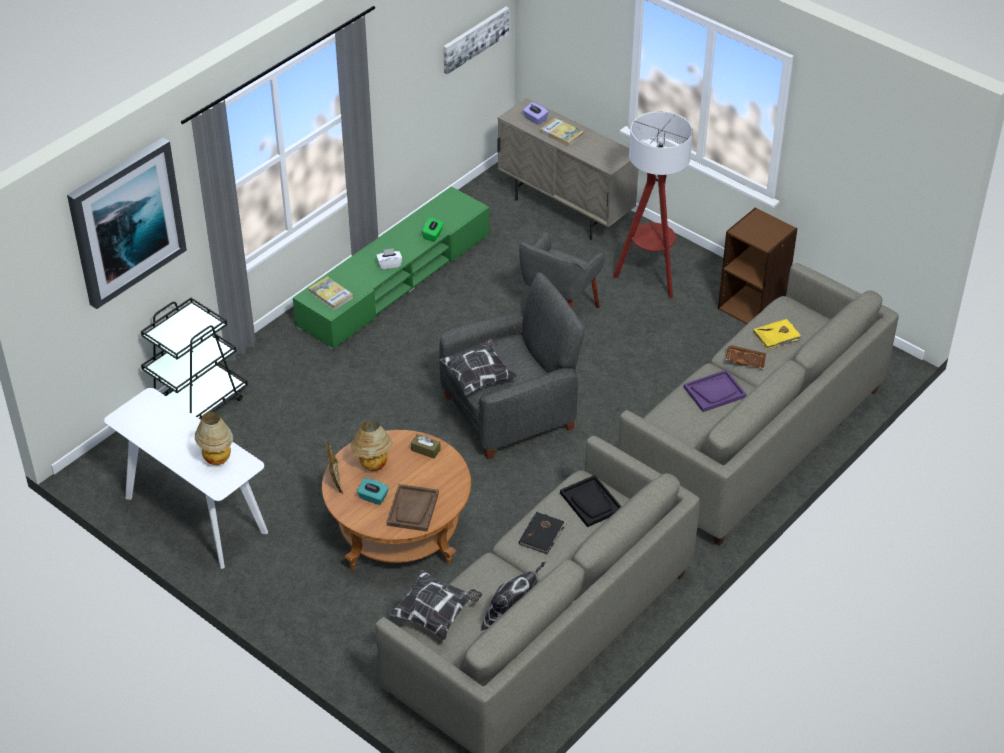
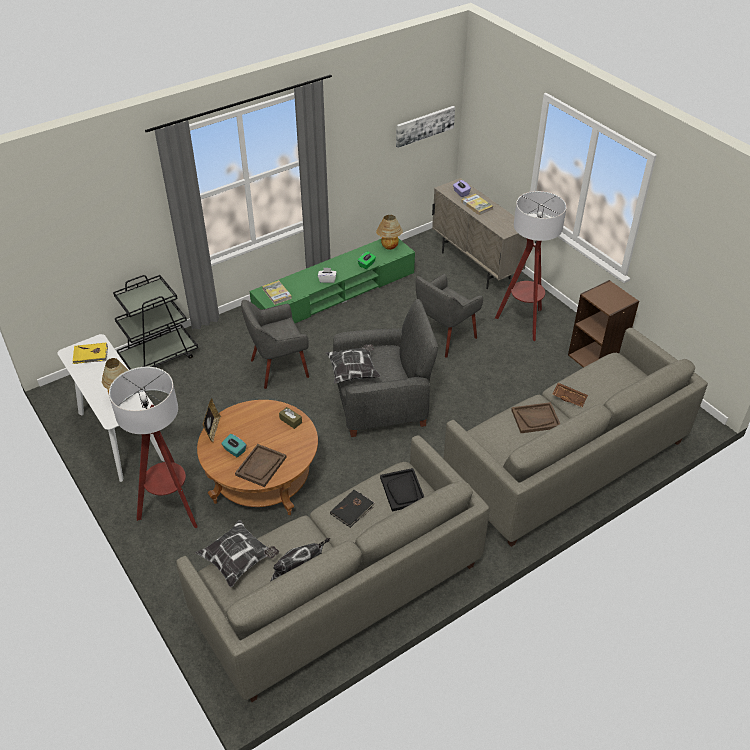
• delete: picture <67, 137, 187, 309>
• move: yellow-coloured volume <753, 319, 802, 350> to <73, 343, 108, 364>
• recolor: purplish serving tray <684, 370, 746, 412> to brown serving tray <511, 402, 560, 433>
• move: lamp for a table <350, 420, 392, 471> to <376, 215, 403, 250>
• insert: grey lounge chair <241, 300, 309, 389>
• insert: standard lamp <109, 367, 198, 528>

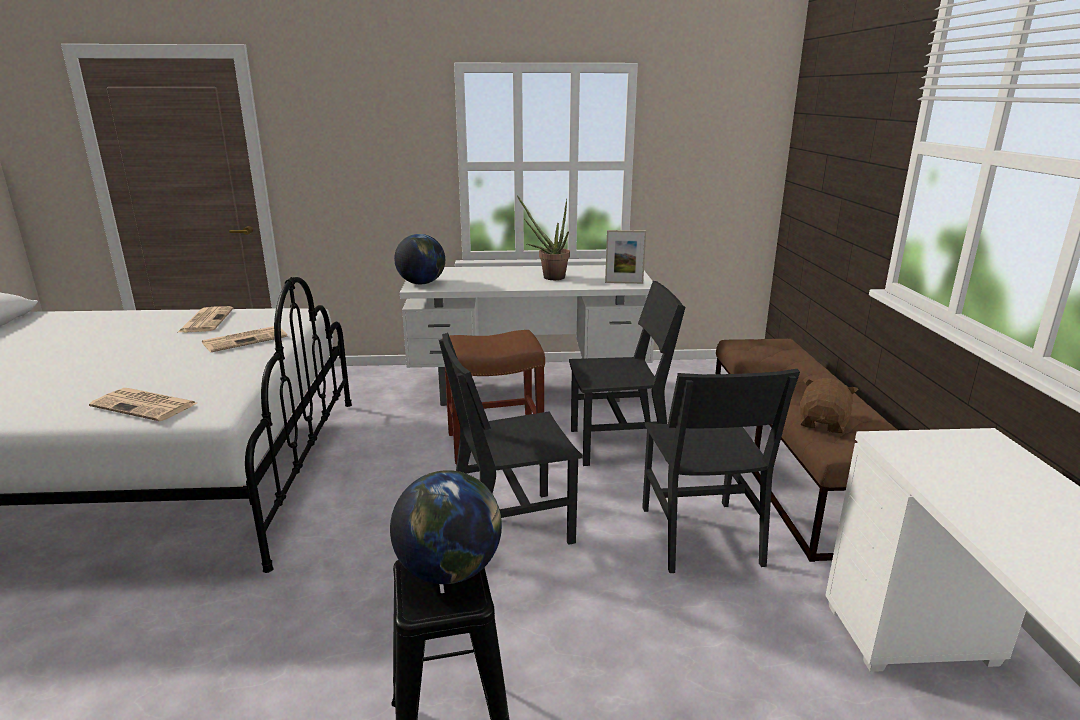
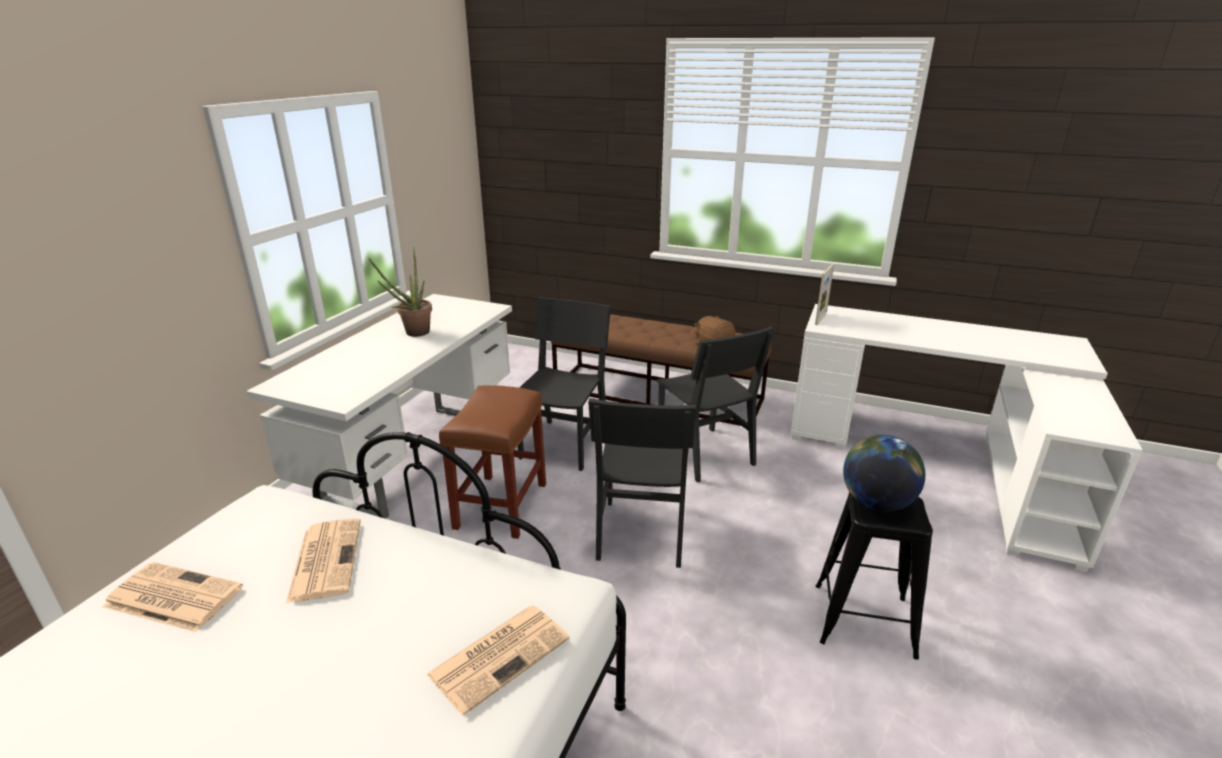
• move: photo frame <605, 230, 646, 284> to <815, 264, 834, 325>
• delete: globe <394, 234, 445, 284>
• rotate: black upright chair <642, 369, 800, 573> = <656, 326, 774, 483> 45 degrees clockwise

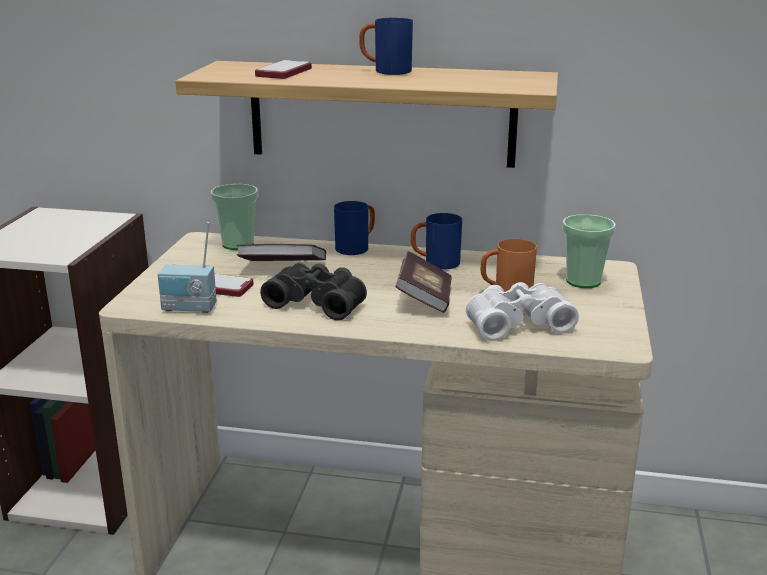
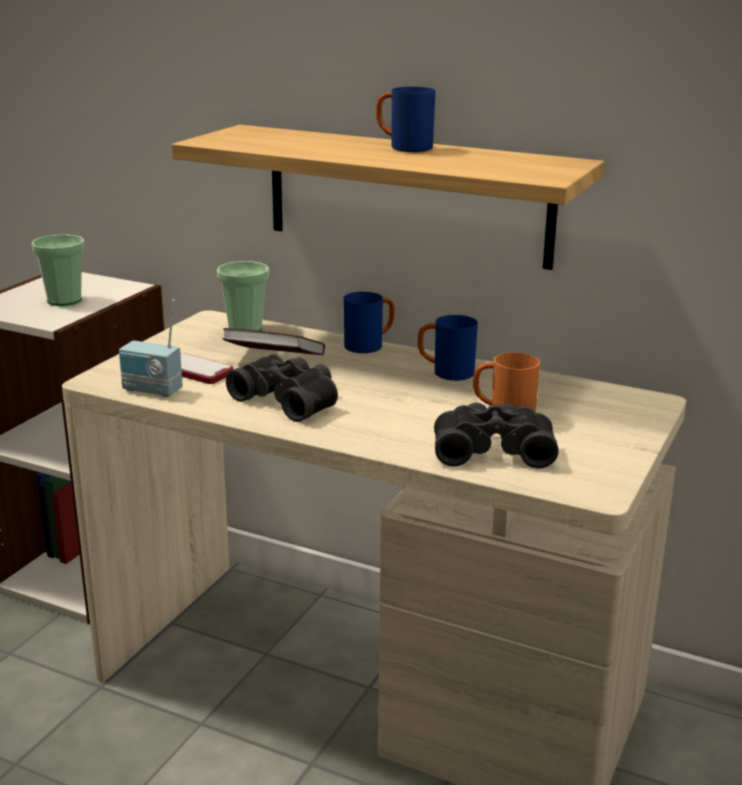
• delete: handset <255, 60, 312, 79>
• move: small cup <562, 214, 616, 288> to <32, 234, 84, 306>
• delete: volume <396, 251, 452, 313>
• recolor: white-coloured binoculars <466, 282, 579, 341> to black binoculars <434, 403, 559, 469>

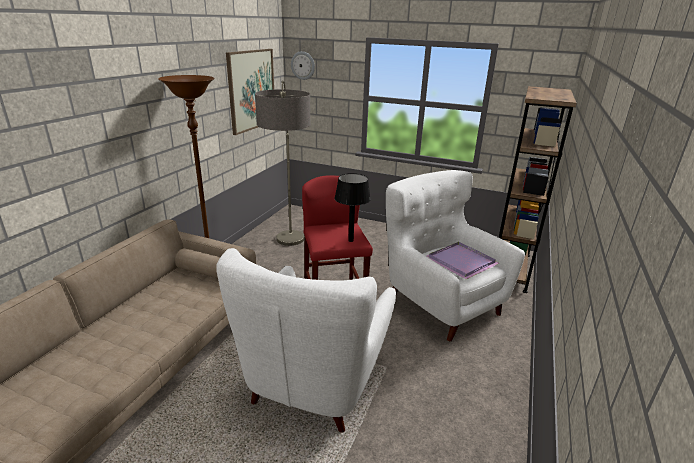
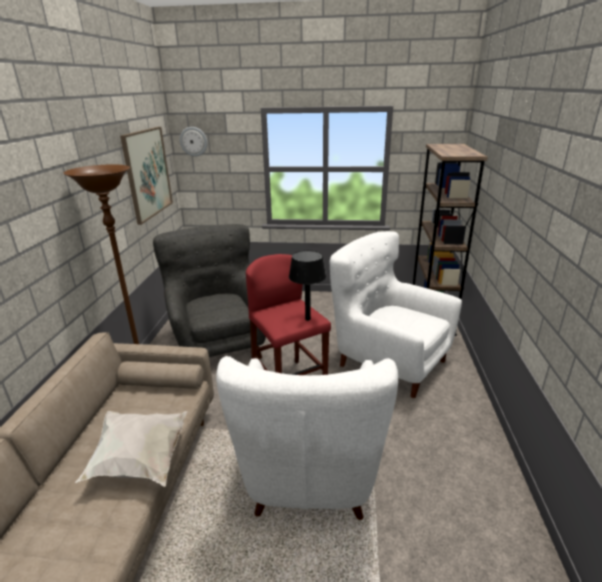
• replace: standard lamp <255, 80, 310, 246> to grey lounge chair <153, 224, 266, 359>
• delete: purplish serving tray <427, 242, 499, 279>
• insert: white-coloured throw pillow <75, 411, 187, 487>

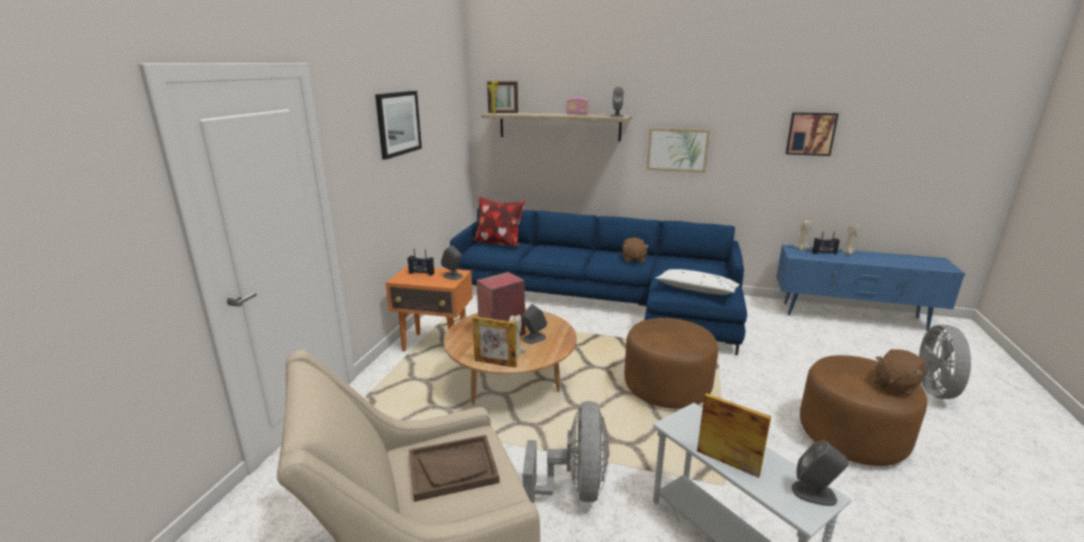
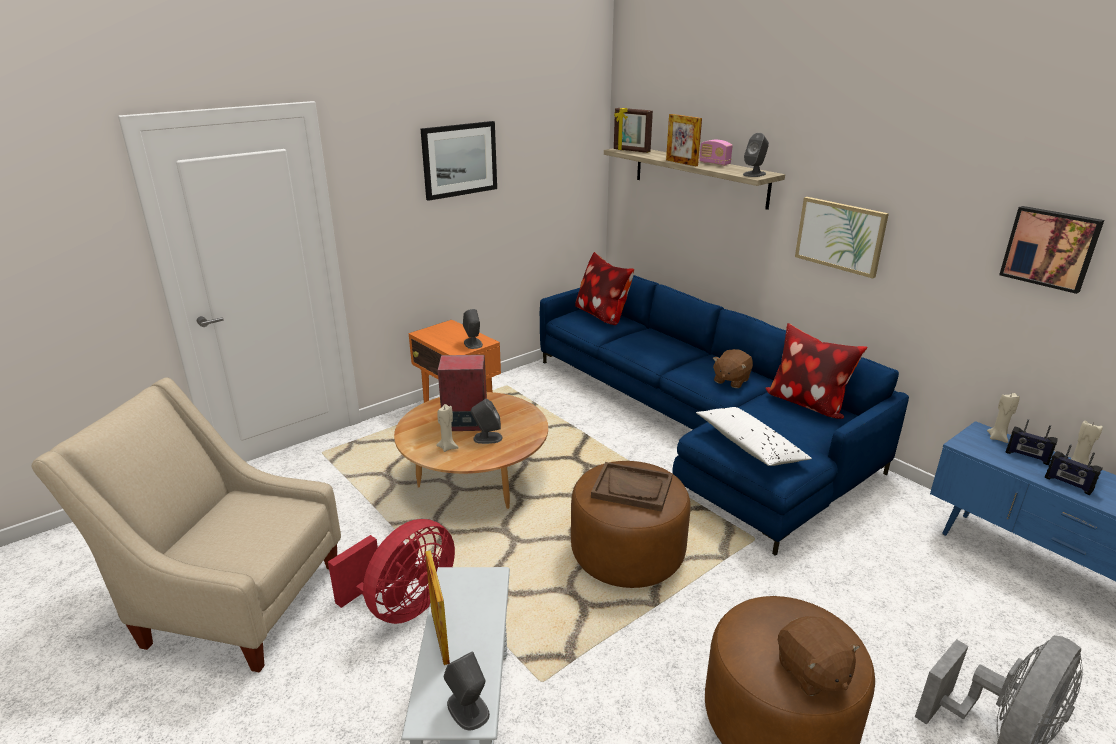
• move: radio receiver <407, 249, 435, 276> to <1045, 444, 1103, 495>
• move: photo frame <472, 316, 517, 368> to <666, 114, 702, 166>
• rotate: brown plush toy <874, 349, 925, 397> = <778, 616, 860, 696> 105 degrees counterclockwise
• recolor: grey cooling fan <523, 401, 609, 504> to red-coloured cooling fan <328, 519, 455, 624>
• move: brown serving tray <409, 435, 500, 502> to <591, 462, 673, 512>
• insert: throw pillow <765, 323, 868, 419>

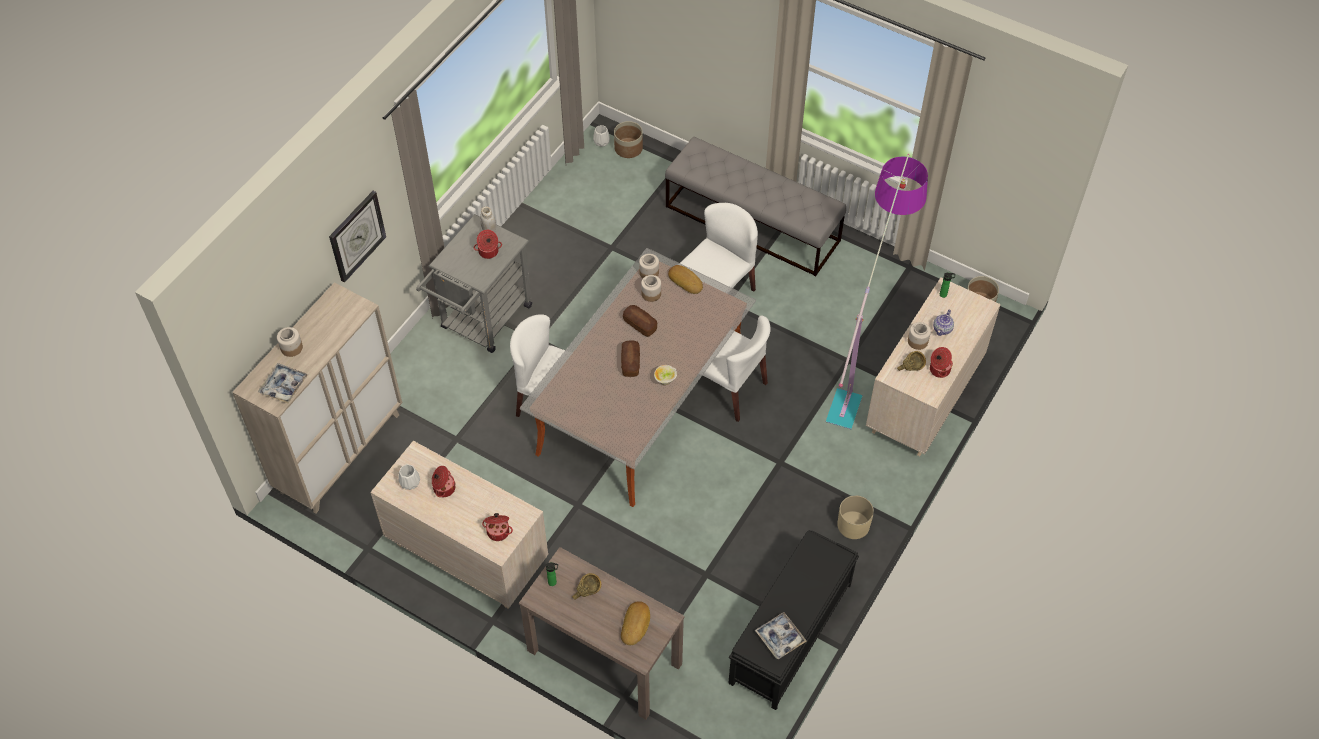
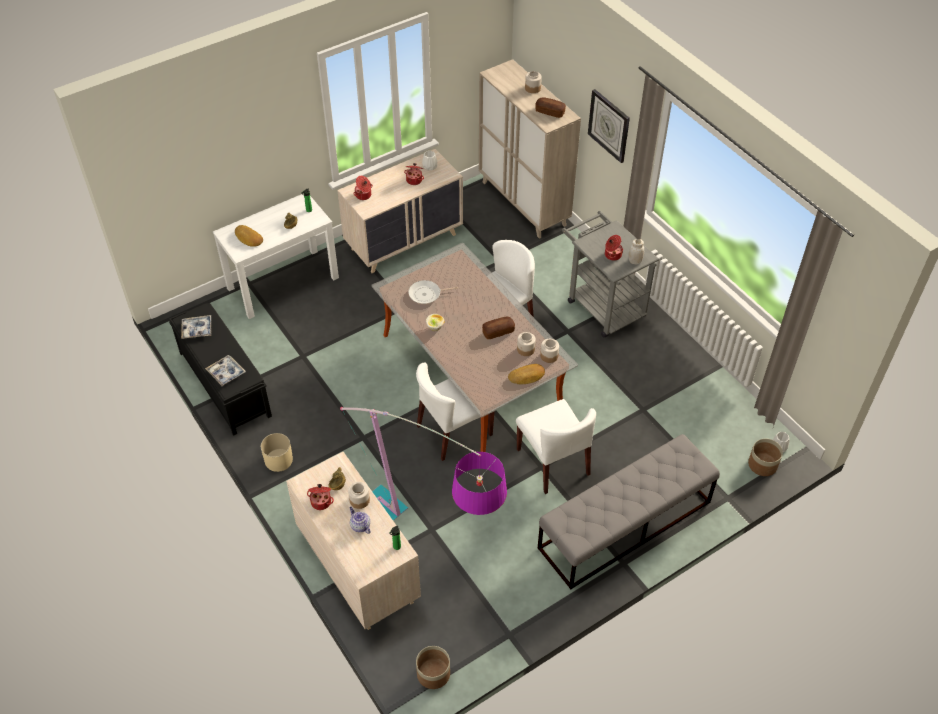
• move: bakery bread <621, 340, 640, 377> to <535, 97, 566, 118>
• move: serving tray <258, 363, 308, 403> to <205, 355, 246, 386>
• recolor: brown hall table <519, 547, 685, 720> to white-coloured hall table <213, 193, 339, 319>
• insert: pan <408, 280, 458, 304>

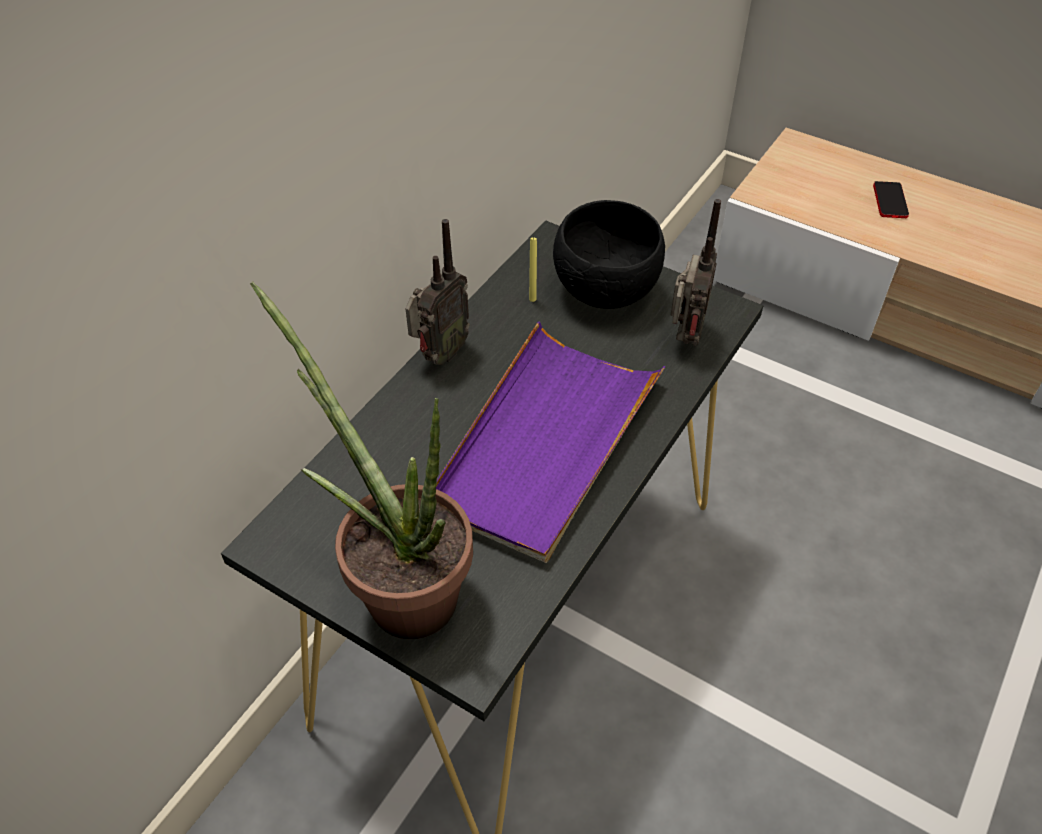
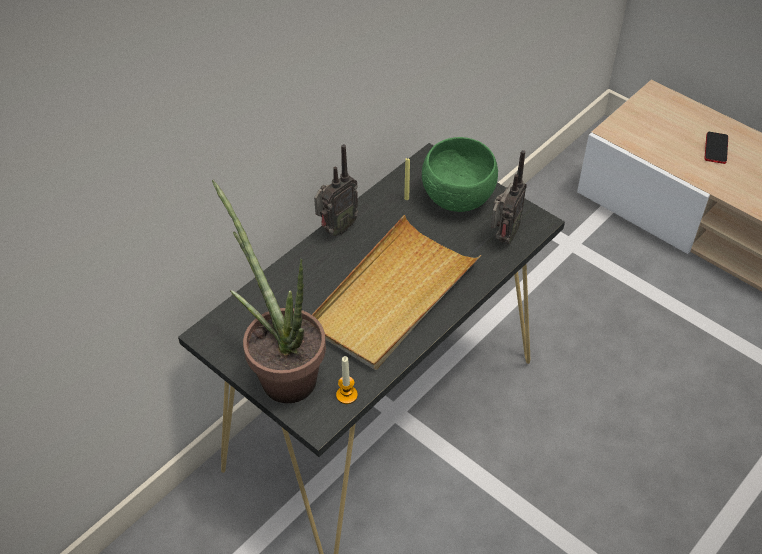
• recolor: black deep dish <553, 200, 665, 309> to green deep dish <422, 137, 498, 212>
• recolor: purplish serving tray <436, 321, 666, 563> to beige serving tray <312, 215, 481, 370>
• insert: wax light <336, 356, 358, 404>

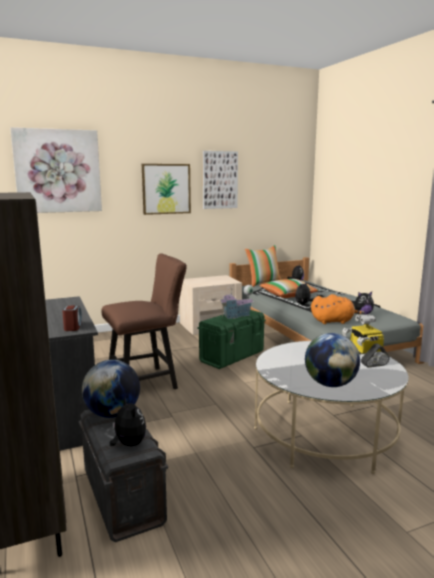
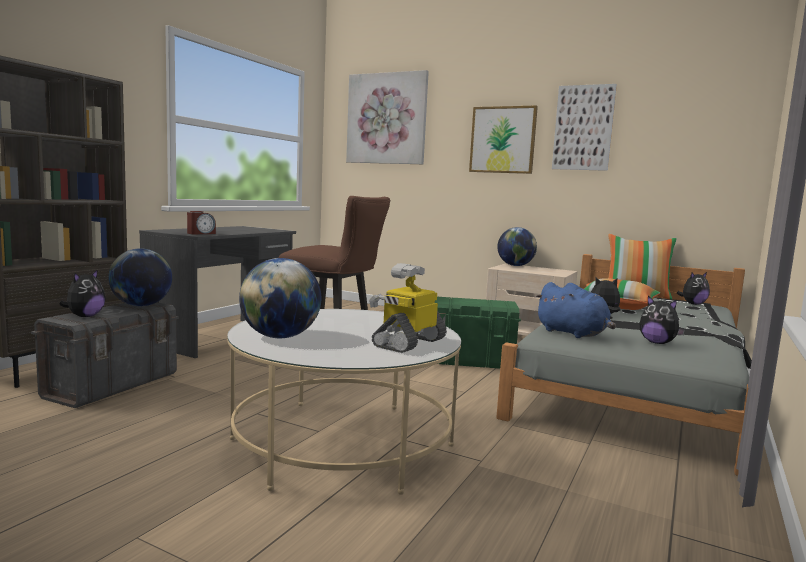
• delete: model house <220, 284, 253, 319>
• recolor: orange plush toy <311, 294, 365, 324> to blue-coloured plush toy <535, 282, 616, 338>
• insert: globe <497, 227, 537, 266>

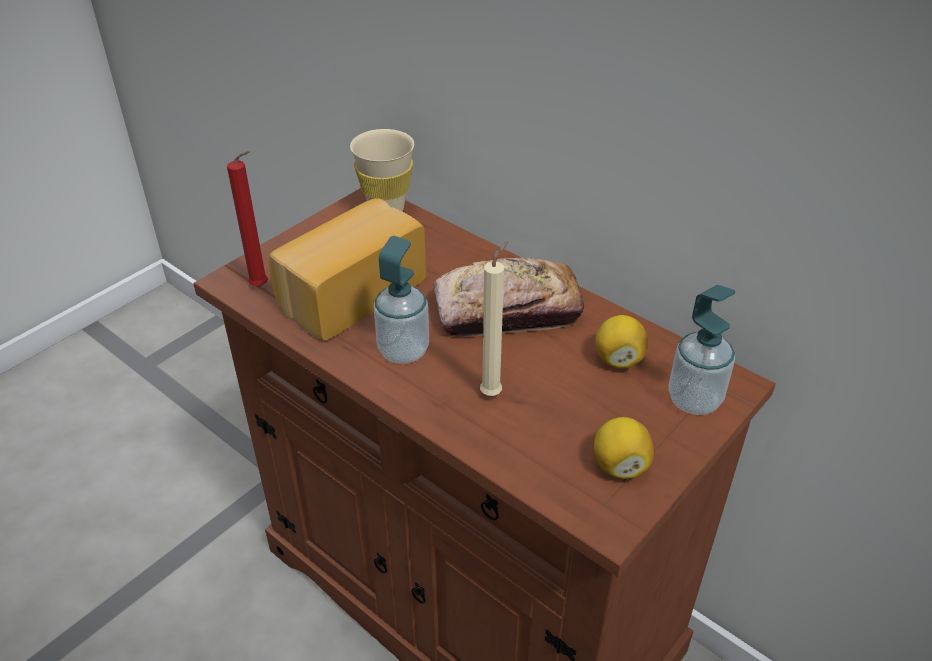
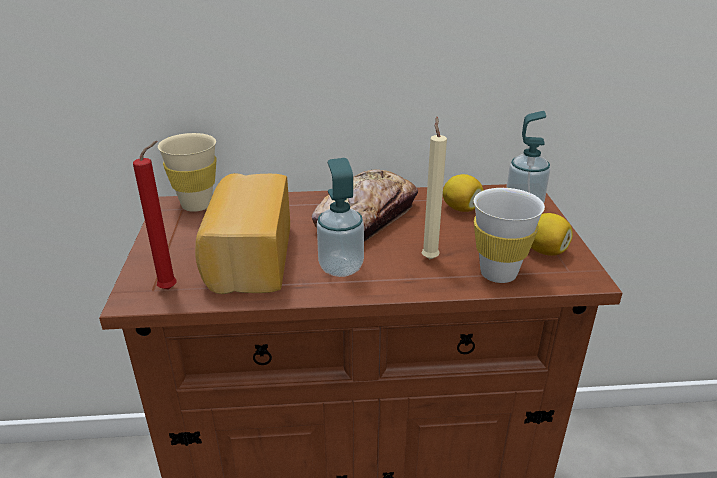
• insert: white-coloured small cup <474, 188, 545, 283>

